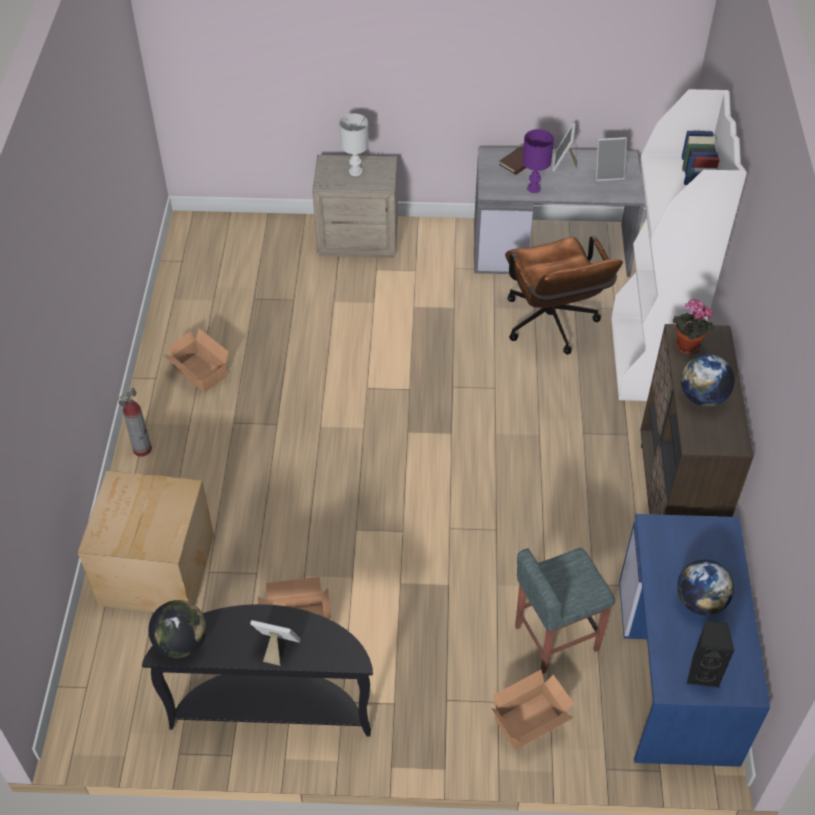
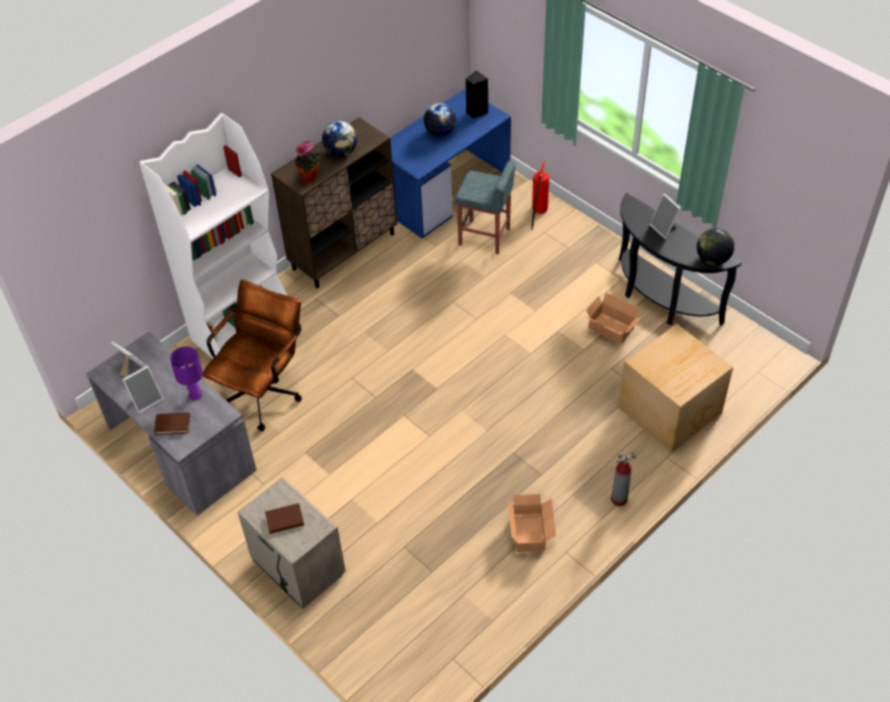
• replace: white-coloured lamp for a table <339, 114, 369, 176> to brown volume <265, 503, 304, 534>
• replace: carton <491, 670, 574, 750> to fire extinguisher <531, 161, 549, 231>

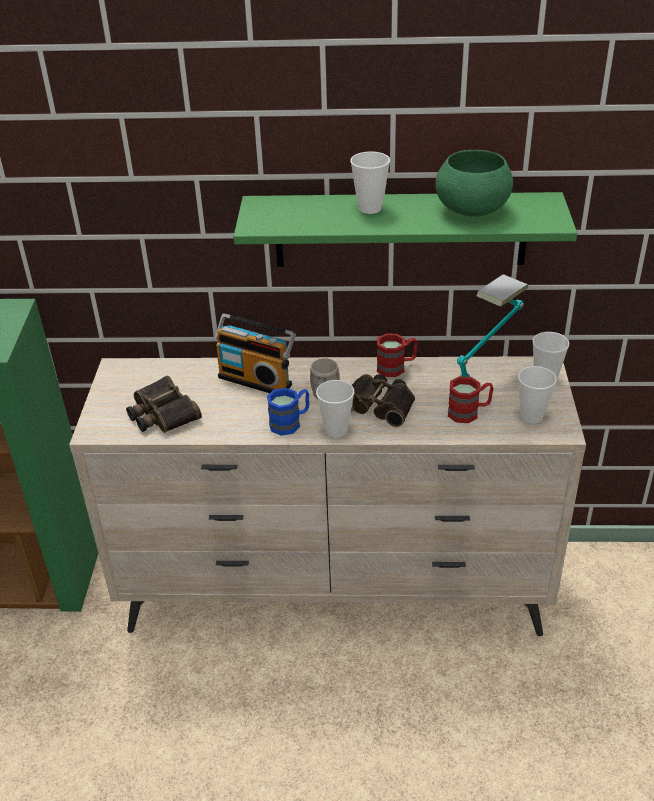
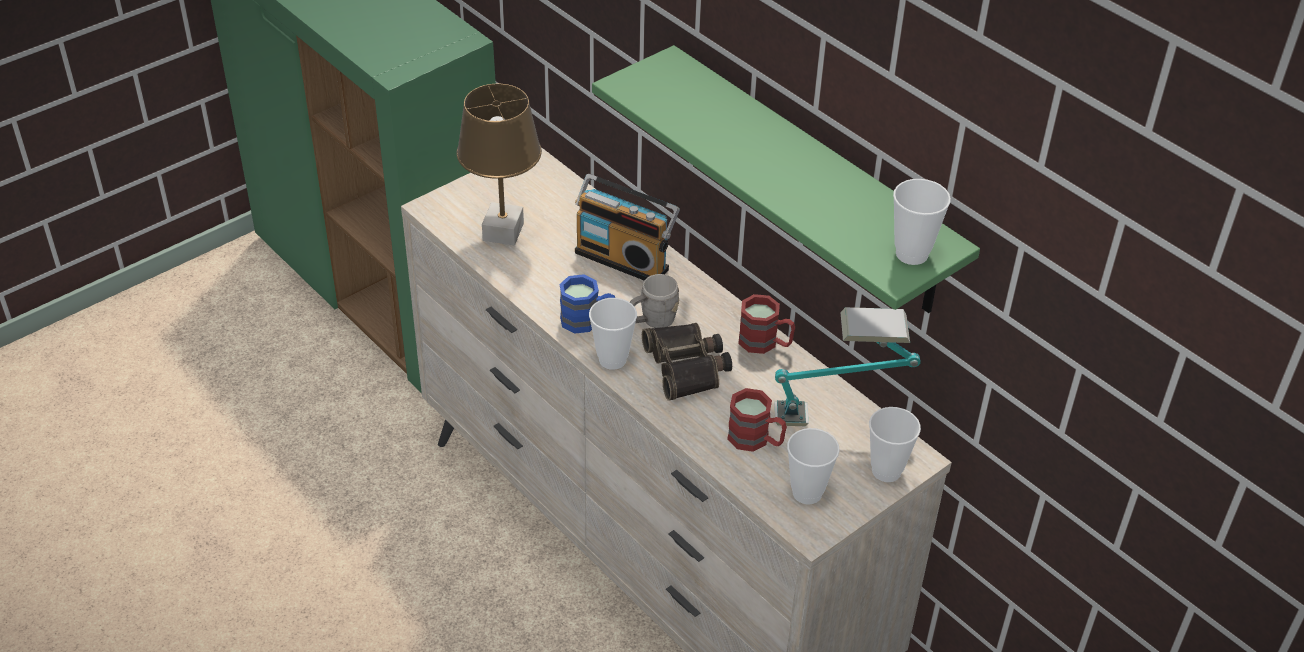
• delete: green deep dish <435, 150, 513, 217>
• move: small cup <350, 151, 390, 214> to <893, 179, 951, 265>
• rotate: radio receiver <215, 313, 296, 393> = <575, 174, 680, 281> 45 degrees counterclockwise
• replace: binoculars <126, 375, 202, 433> to brown lamp for a table <457, 84, 542, 245>

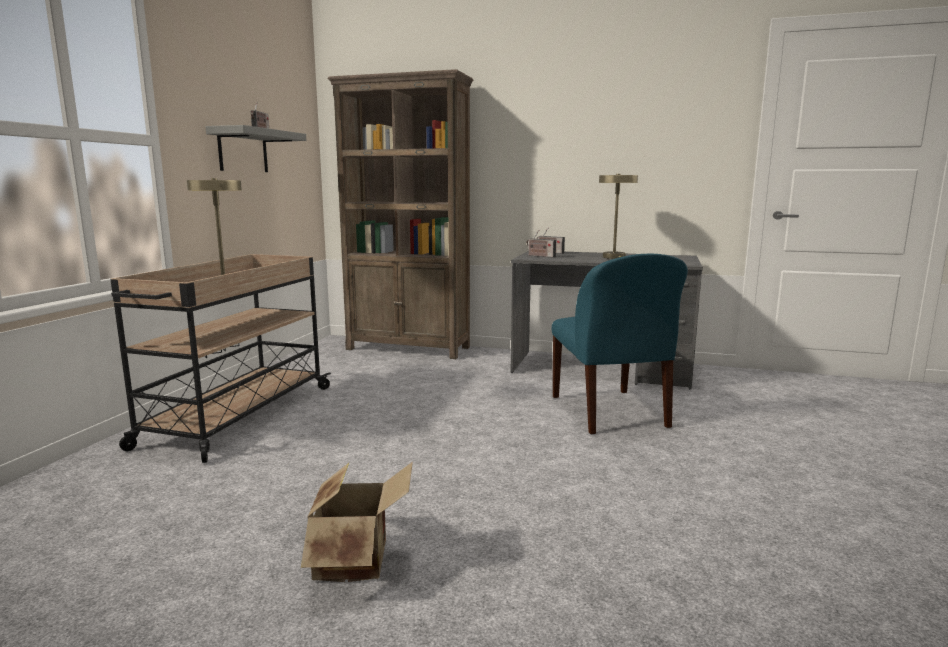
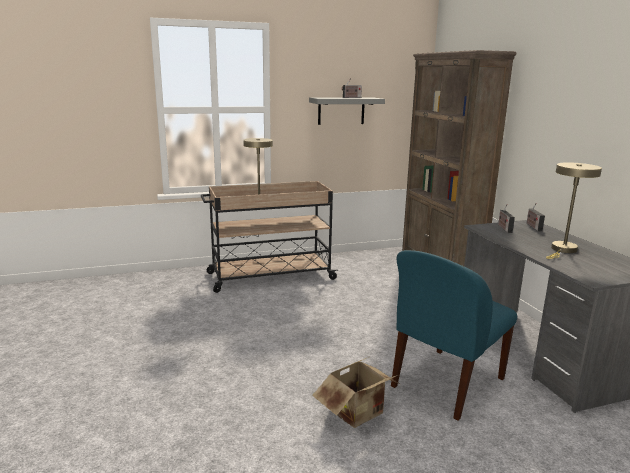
• move: carton <301, 462, 413, 582> to <312, 357, 400, 428>

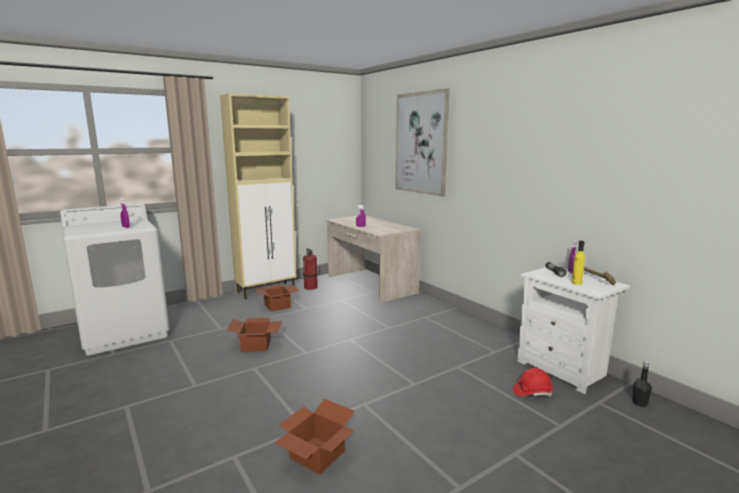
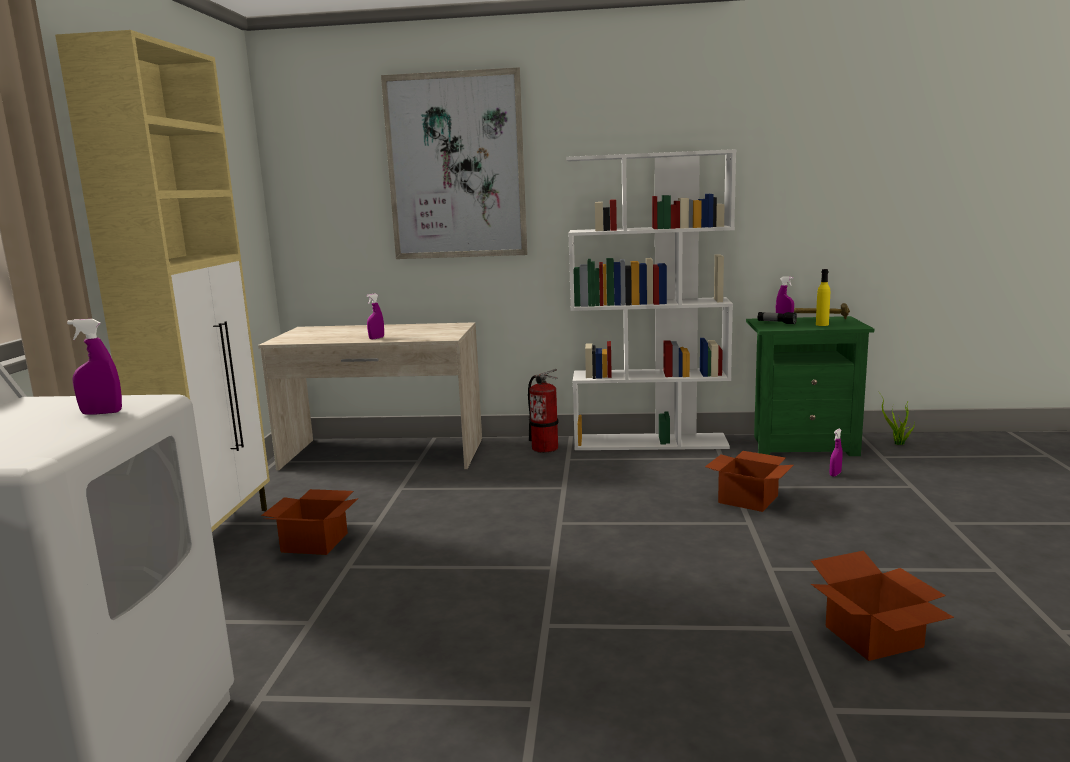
• move: fire extinguisher <303, 248, 318, 290> to <528, 369, 558, 453>
• recolor: white-coloured night table <517, 267, 631, 394> to green night table <746, 316, 874, 456>
• move: carton <227, 318, 282, 352> to <705, 451, 793, 512>
• replace: black beverage bottle <632, 361, 652, 407> to plant in a pot <881, 395, 916, 445>
• replace: red-coloured hard hat <513, 368, 553, 396> to purplish sprayer <830, 429, 843, 477>
• insert: white-coloured shelving unit <566, 149, 736, 450>

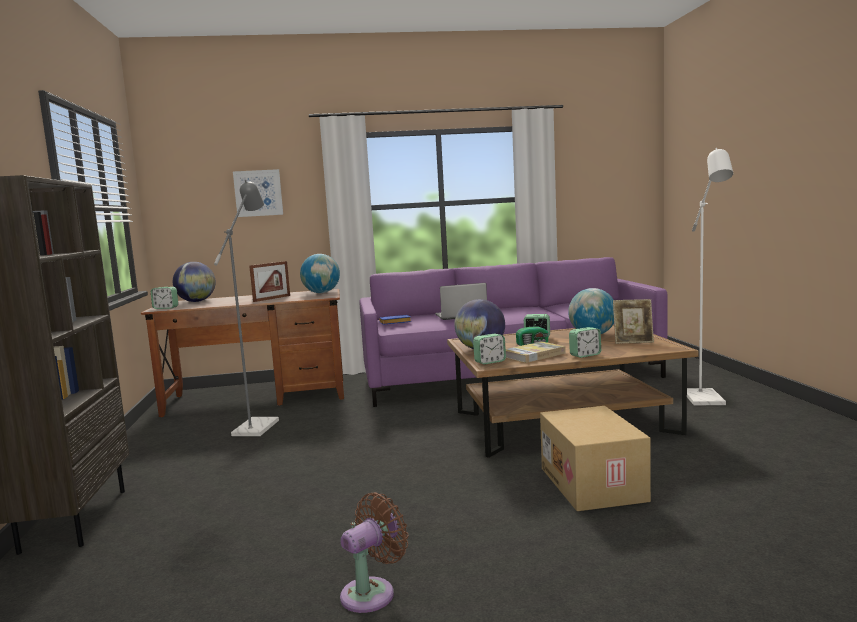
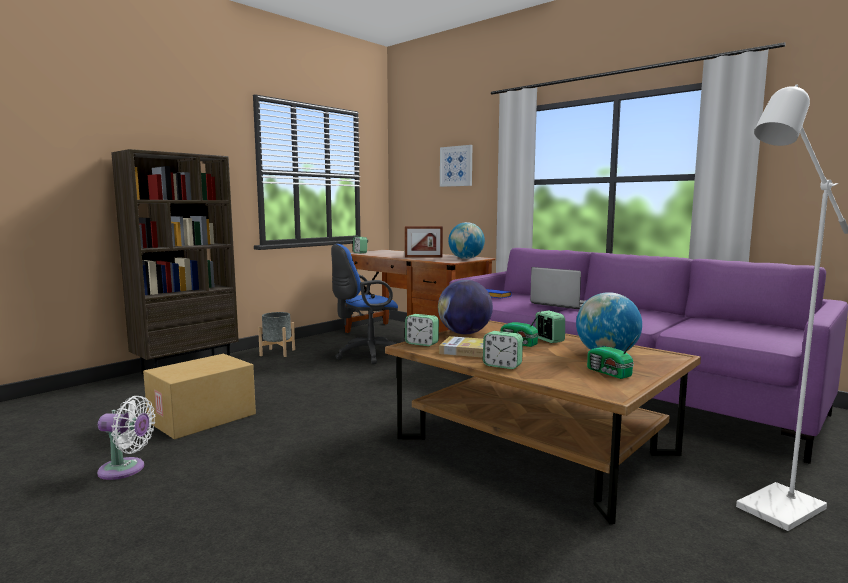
• replace: grey standard lamp <214, 179, 279, 436> to blue-coloured desk chair <331, 244, 398, 364>
• delete: globe <173, 262, 216, 302>
• replace: photo frame <613, 299, 654, 344> to radio receiver <587, 334, 639, 379>
• move: carton <540, 406, 651, 511> to <143, 354, 256, 439>
• recolor: brown cooling fan <340, 492, 409, 613> to white-coloured cooling fan <97, 396, 155, 480>
• insert: grey plant pot <258, 312, 295, 357>

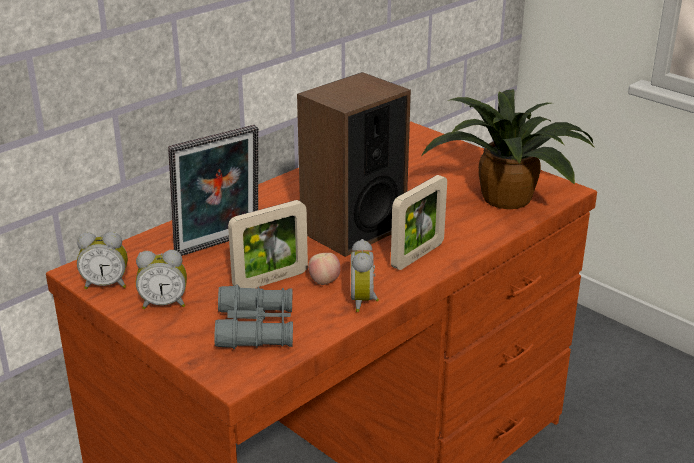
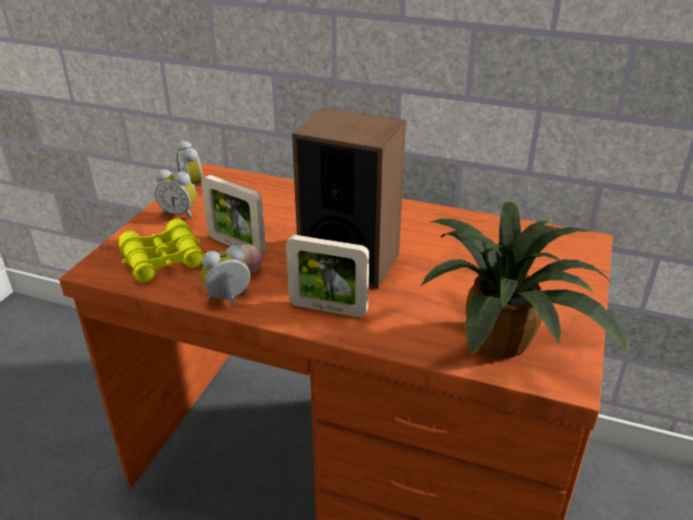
• delete: photo frame <168, 125, 259, 256>
• rotate: alarm clock <136, 250, 187, 309> = <155, 169, 196, 219> 45 degrees counterclockwise
• recolor: grey binoculars <215, 285, 293, 349> to yellow-coloured binoculars <118, 218, 204, 283>

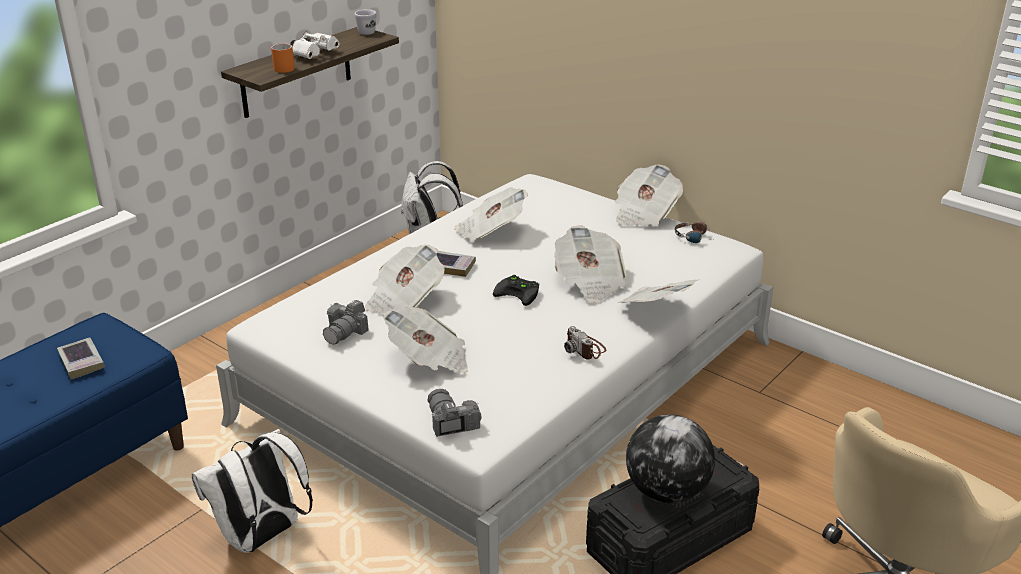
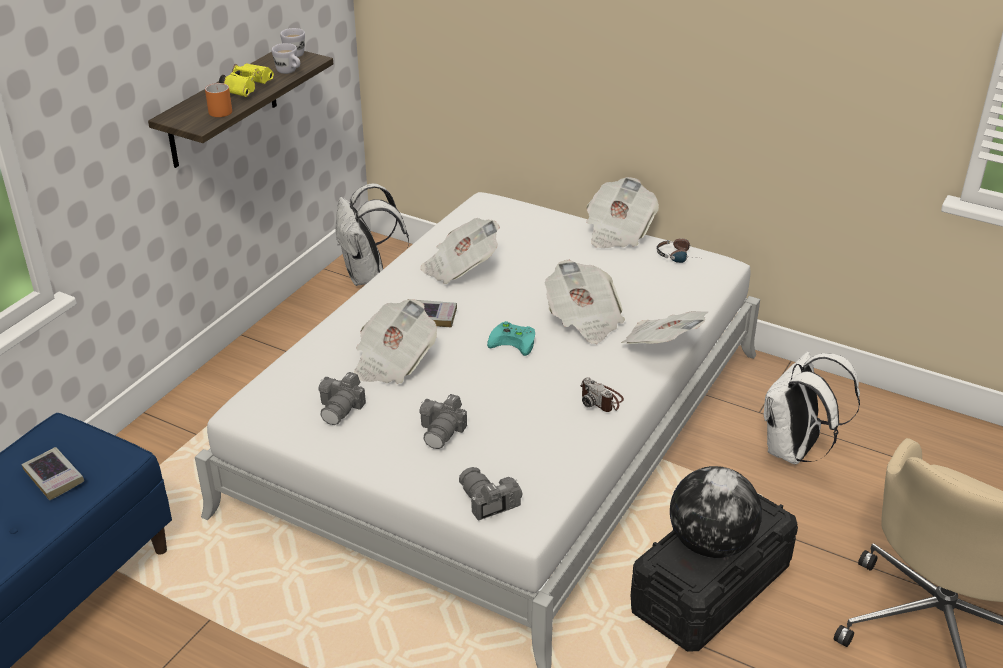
• recolor: white-coloured binoculars <290, 31, 340, 59> to yellow-coloured binoculars <219, 63, 274, 97>
• recolor: black game controller <493, 275, 539, 306> to turquoise game controller <487, 321, 535, 356>
• replace: newspaper <383, 307, 468, 373> to still camera <419, 394, 467, 449>
• move: white-coloured backpack <191, 429, 313, 553> to <764, 351, 860, 464>
• insert: white-coloured coffee mug <271, 43, 300, 74>

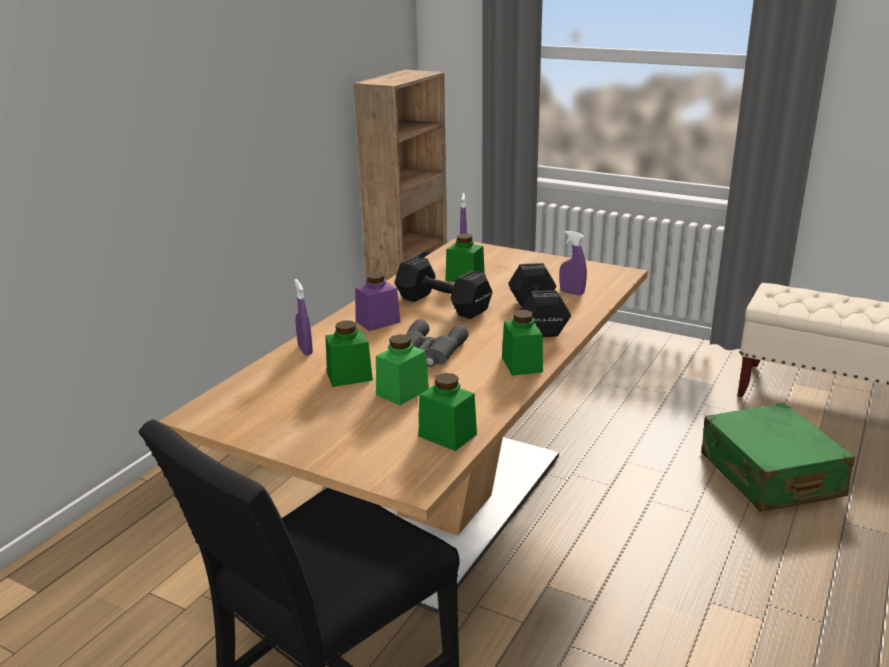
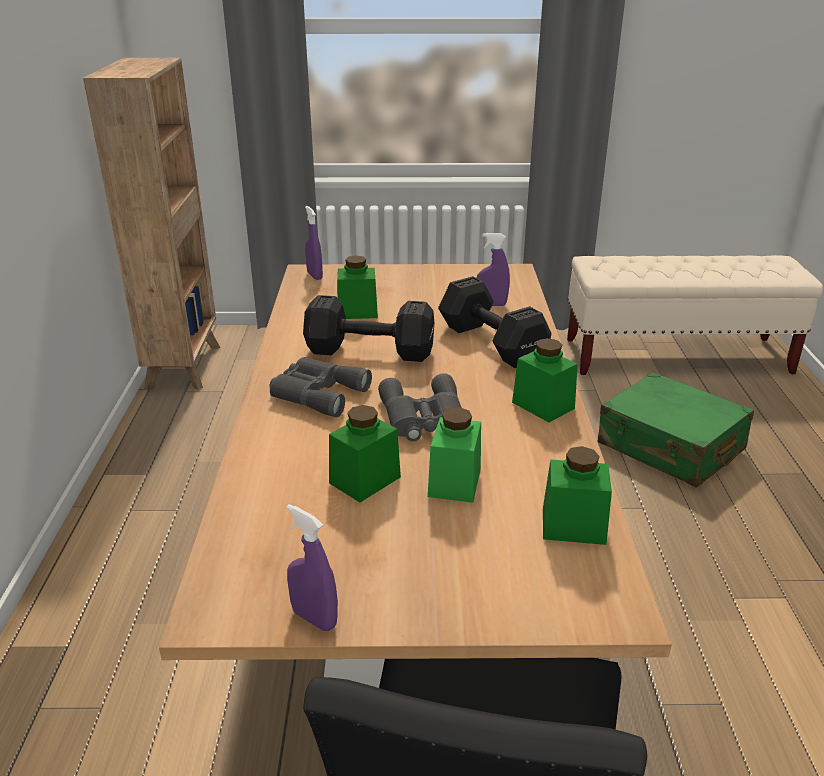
• replace: purplish storage jar <355, 272, 400, 331> to grey binoculars <270, 357, 372, 418>
• move: purplish sprayer <294, 279, 313, 355> to <286, 504, 338, 631>

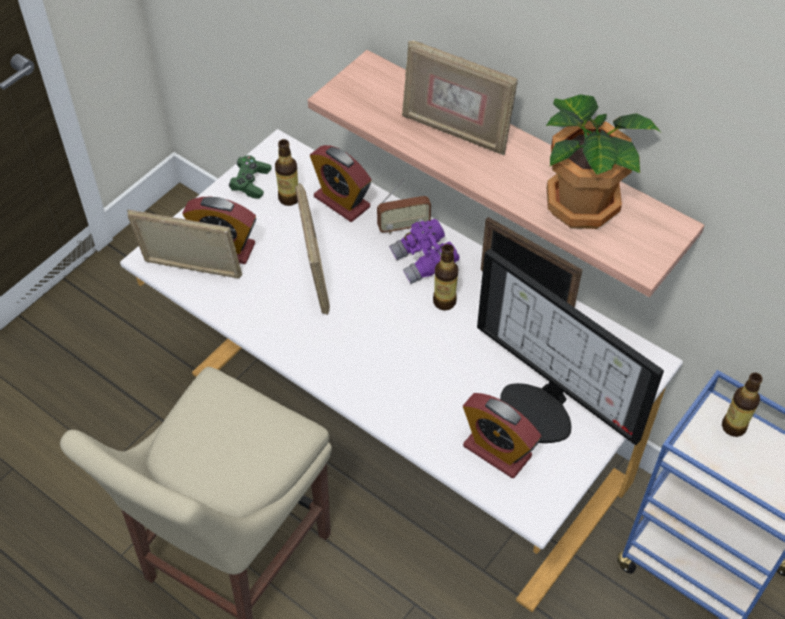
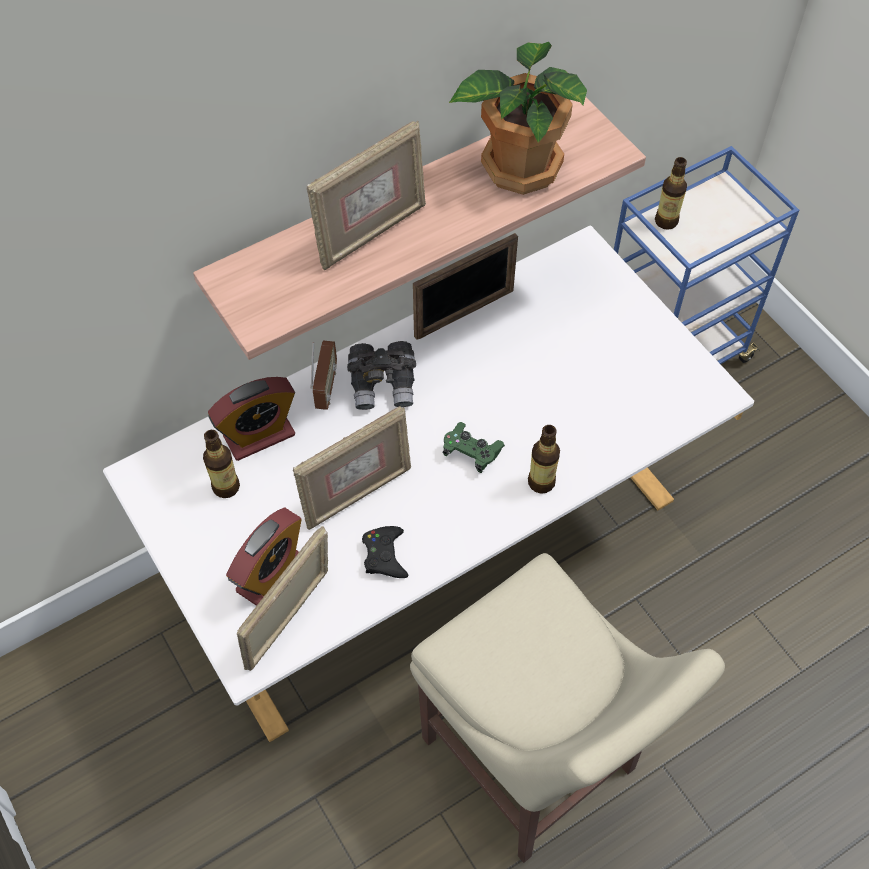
• move: green game controller <229, 155, 271, 199> to <443, 422, 505, 473>
• rotate: photo frame <295, 183, 330, 315> = <293, 406, 411, 530> 135 degrees clockwise
• recolor: purplish binoculars <389, 219, 460, 284> to grey binoculars <347, 341, 416, 410>
• move: beverage bottle <433, 244, 458, 310> to <528, 425, 560, 494>
• delete: computer screen <477, 249, 664, 445>
• delete: alarm clock <463, 393, 541, 478>
• insert: black game controller <362, 526, 409, 578>

